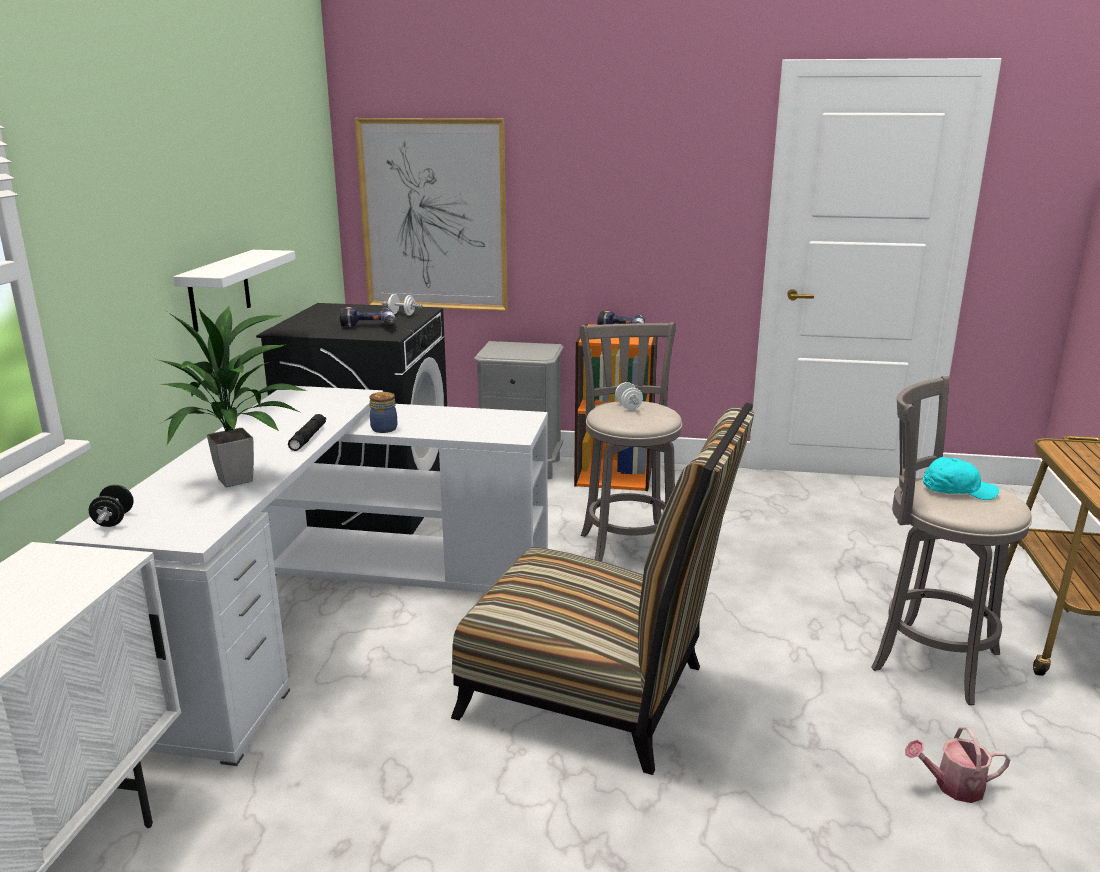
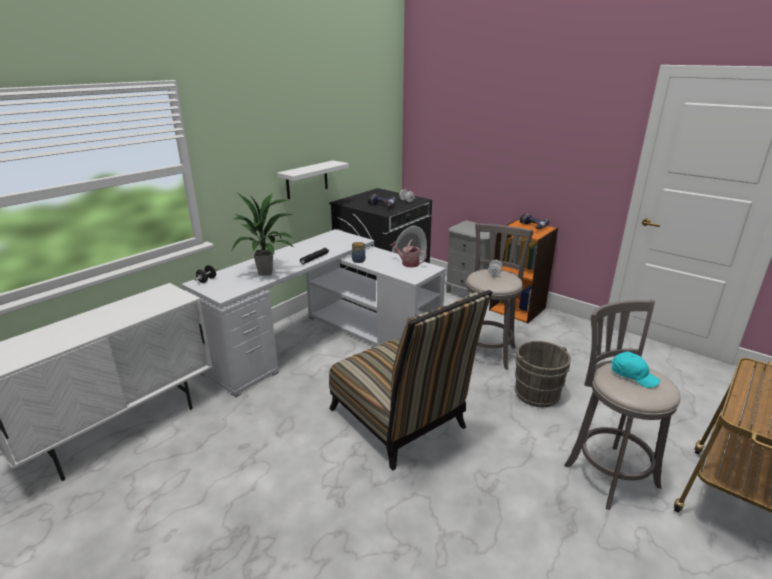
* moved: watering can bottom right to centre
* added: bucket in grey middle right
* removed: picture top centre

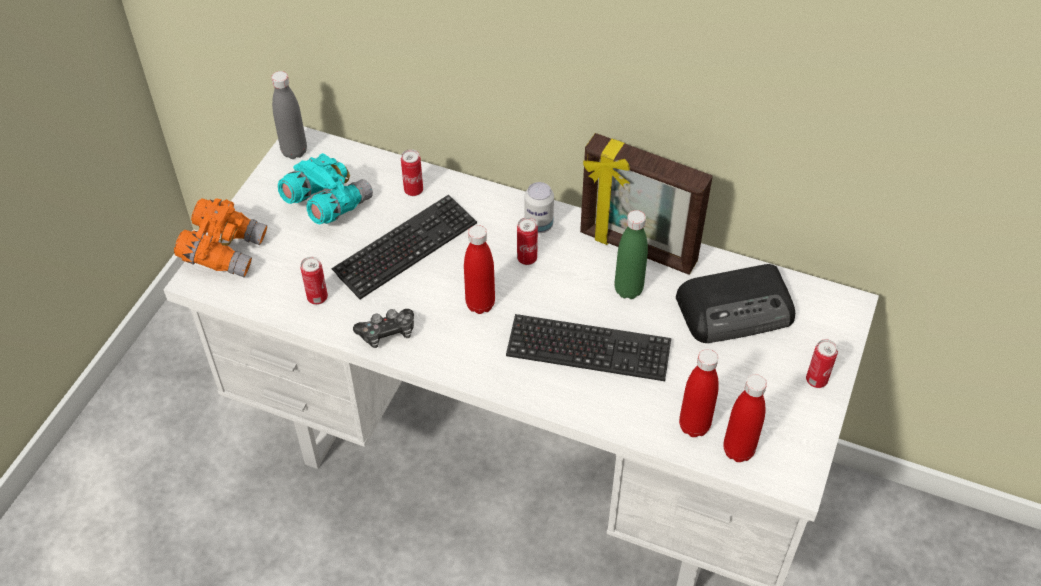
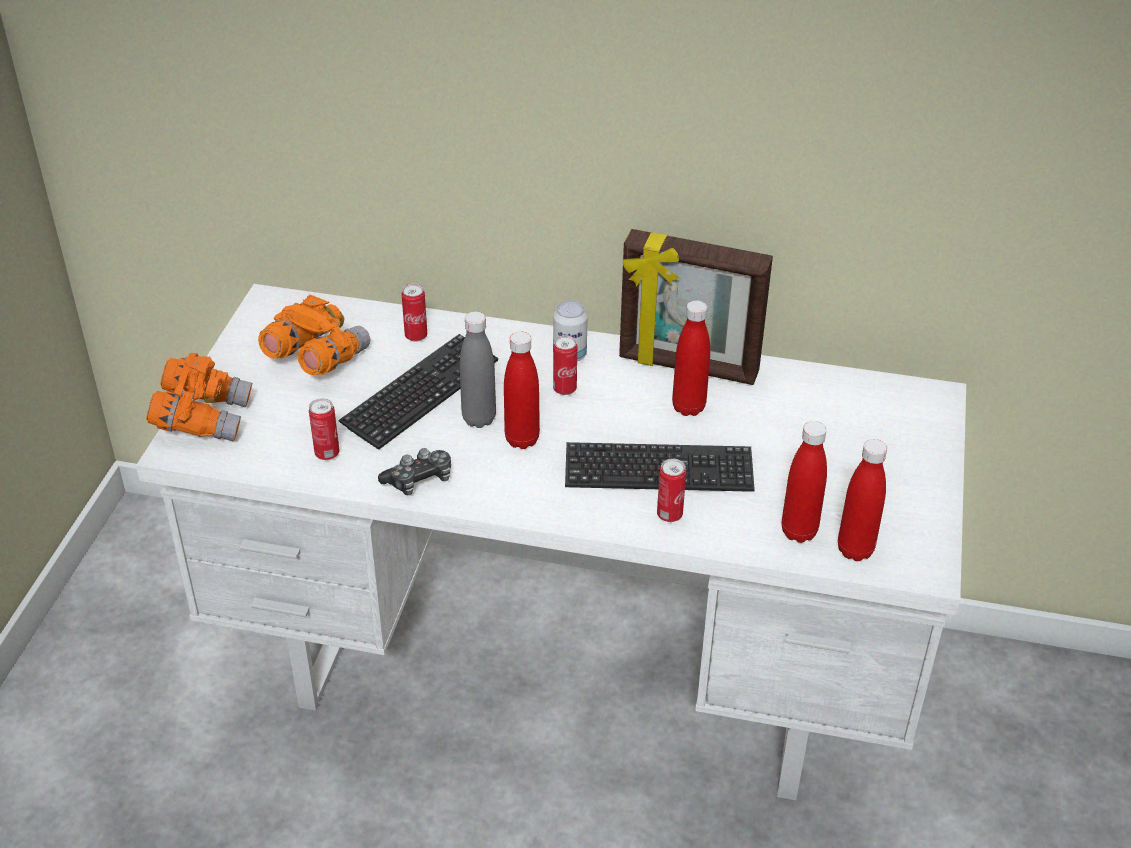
* recoloured: binoculars in turquoise top left to binoculars in orange (2nd from left) middle left
* moved: bottle in grey top left to centre
* moved: can (5th from left) middle right to centre
* recoloured: bottle in green centre to bottle in red (2nd from left) centre
* removed: radio middle right

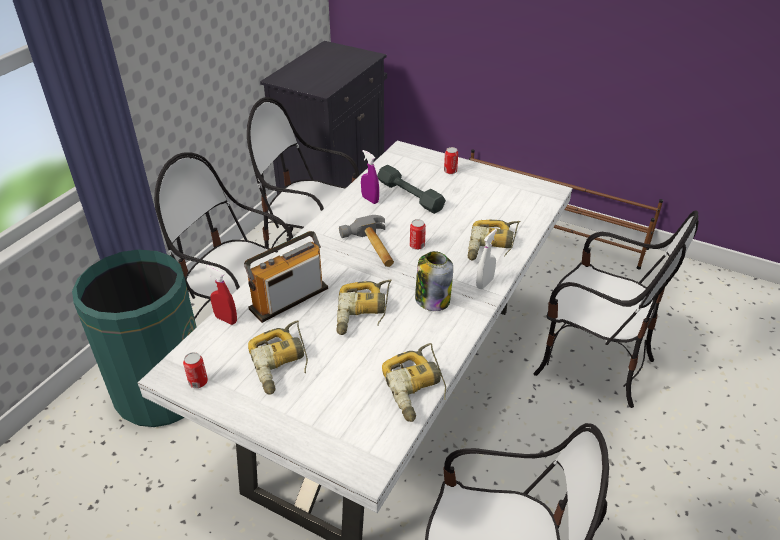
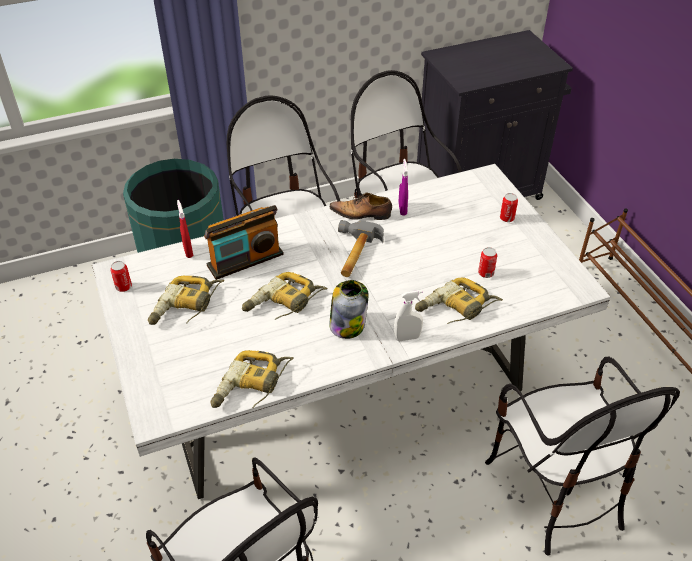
* turned: radio centre = centre 150 degrees clockwise
* added: shoe centre
* moved: can (2nd from left) centre to middle right
* removed: dumbbell in grey centre

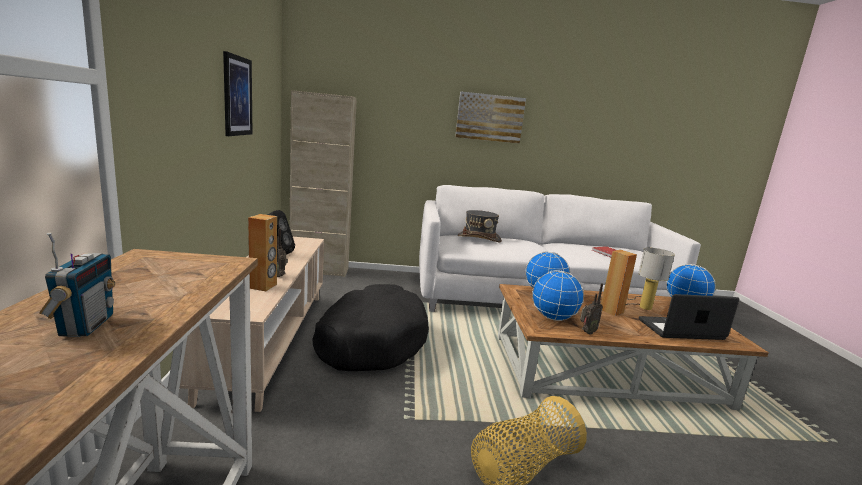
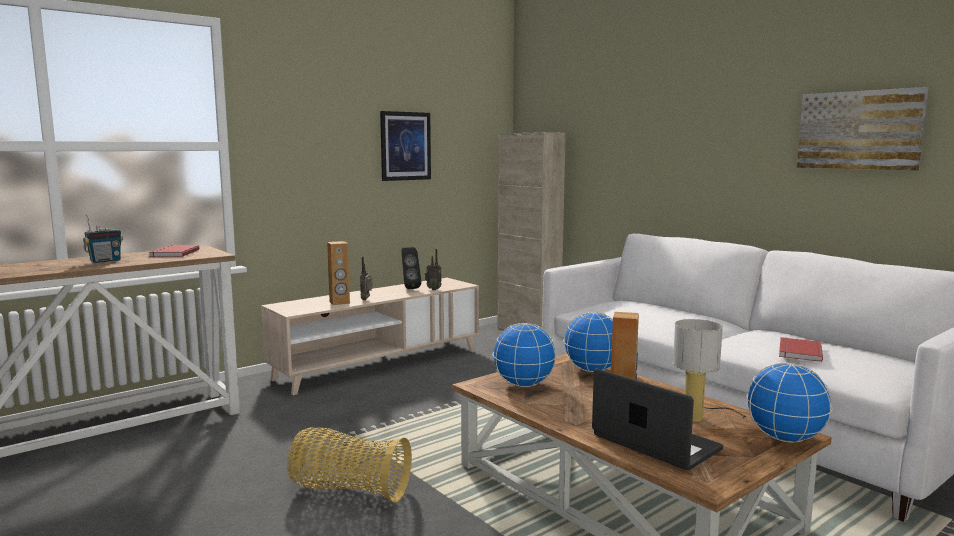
* added: book in red (1st from left) middle left
* moved: radio (3rd from left) middle right to centre
* moved: picture (2nd from left) top centre to top right
* removed: dog bed in black bottom centre
* removed: hat in grey centre

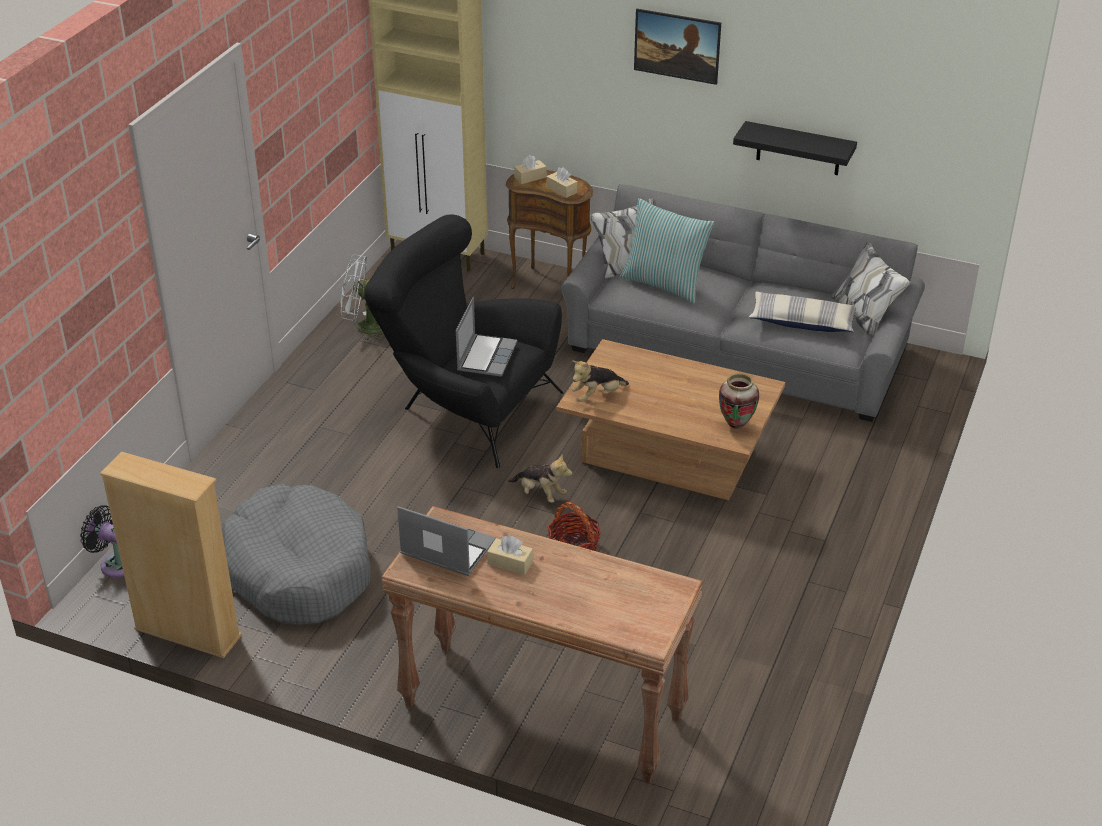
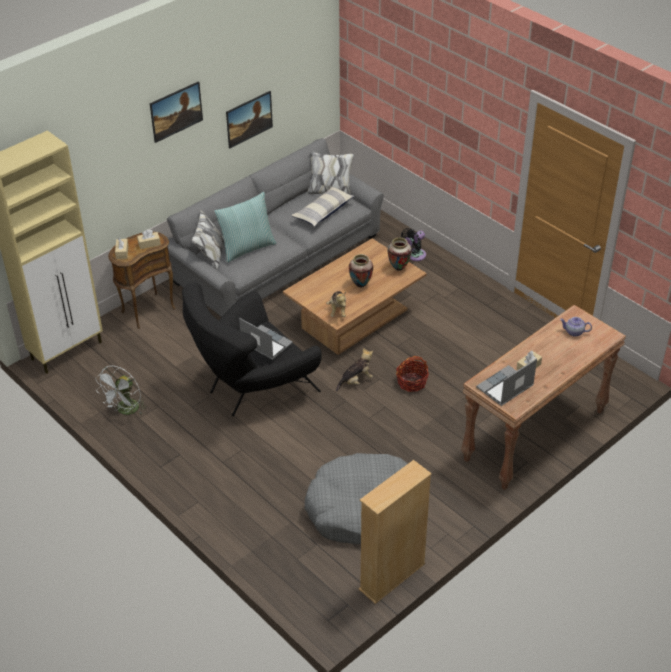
* replaced: shelf in black top right to picture (2nd from left) top centre
* added: vase (1st from left) centre
* moved: fan in black middle left to centre
* added: teapot middle right

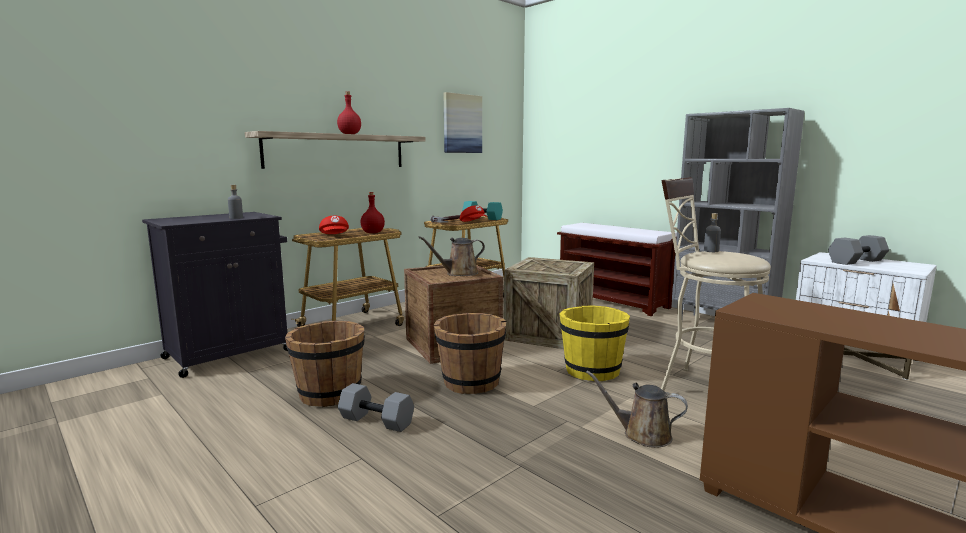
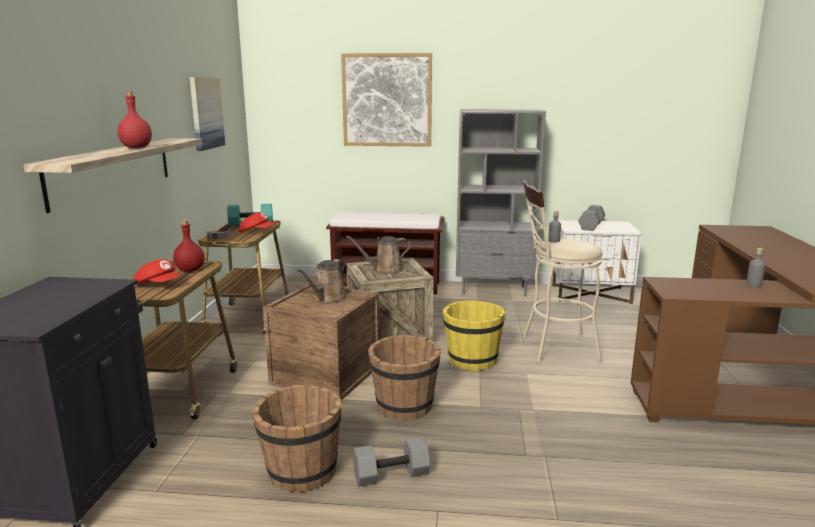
* added: picture (2nd from left) top centre
* moved: watering can in brown (2nd from left) bottom centre to centre
* moved: bottle in grey (1st from left in the first image) middle left to bottle in grey (2nd from left) middle right

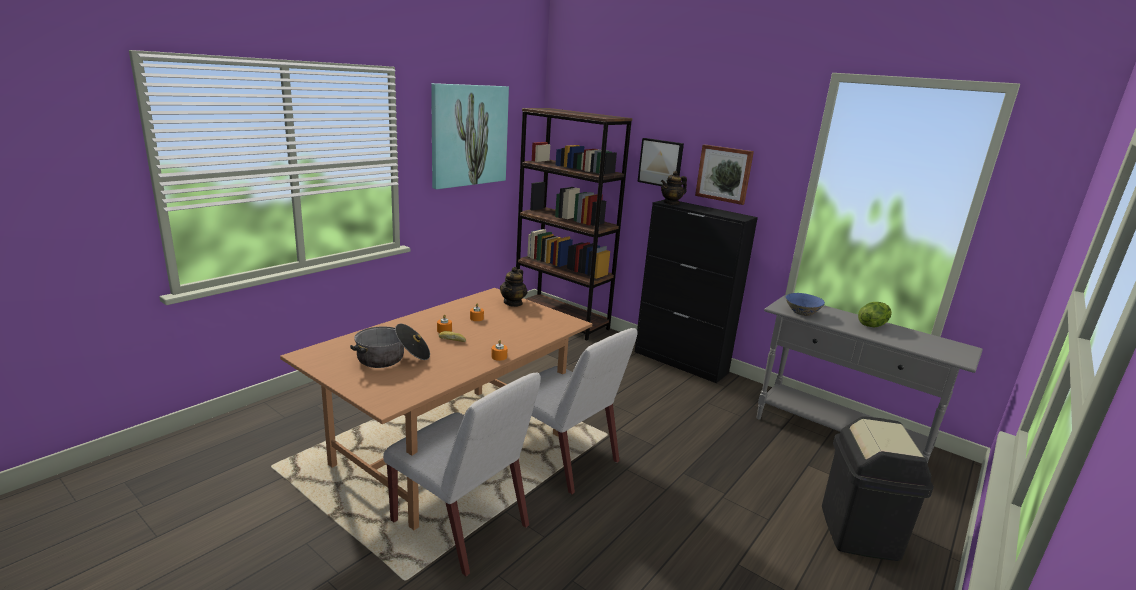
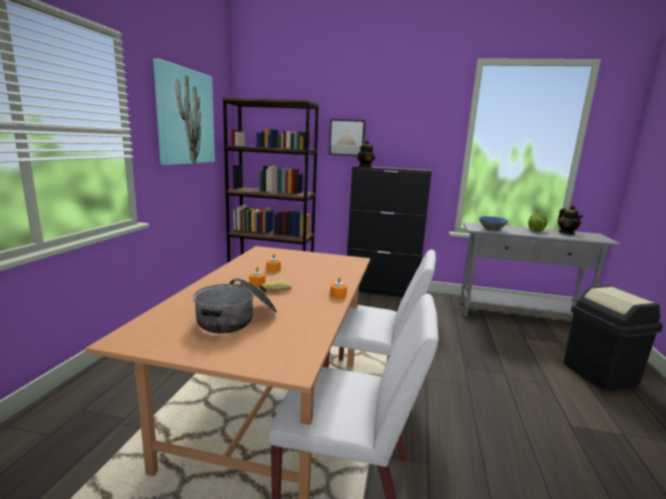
* moved: teapot (1st from left in the first image) centre to teapot (2nd from left) middle right
* removed: picture (3rd from left) top centre

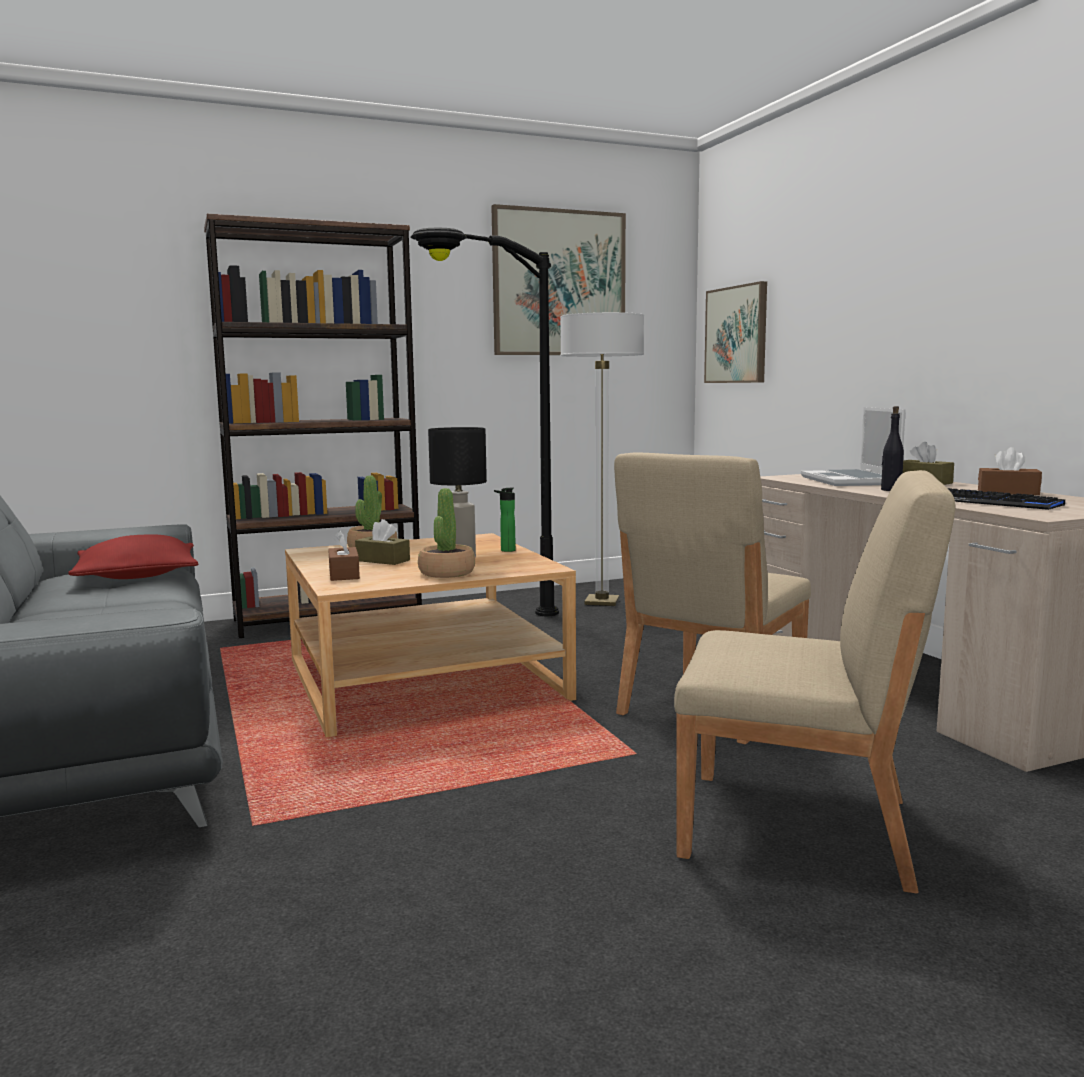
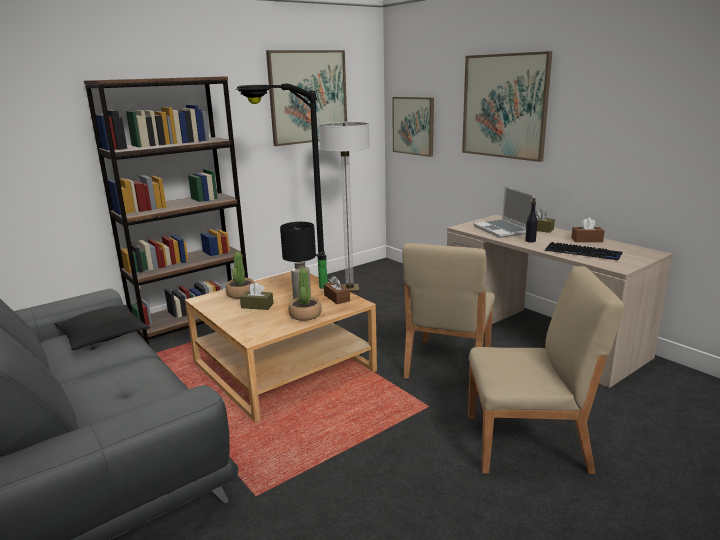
* recoloured: pillow in red middle left to pillow in black middle left
* moved: tissue box in brown (1st from left in the first image) middle left to tissue box in brown (2nd from left) centre
* added: picture (3rd from left) top right

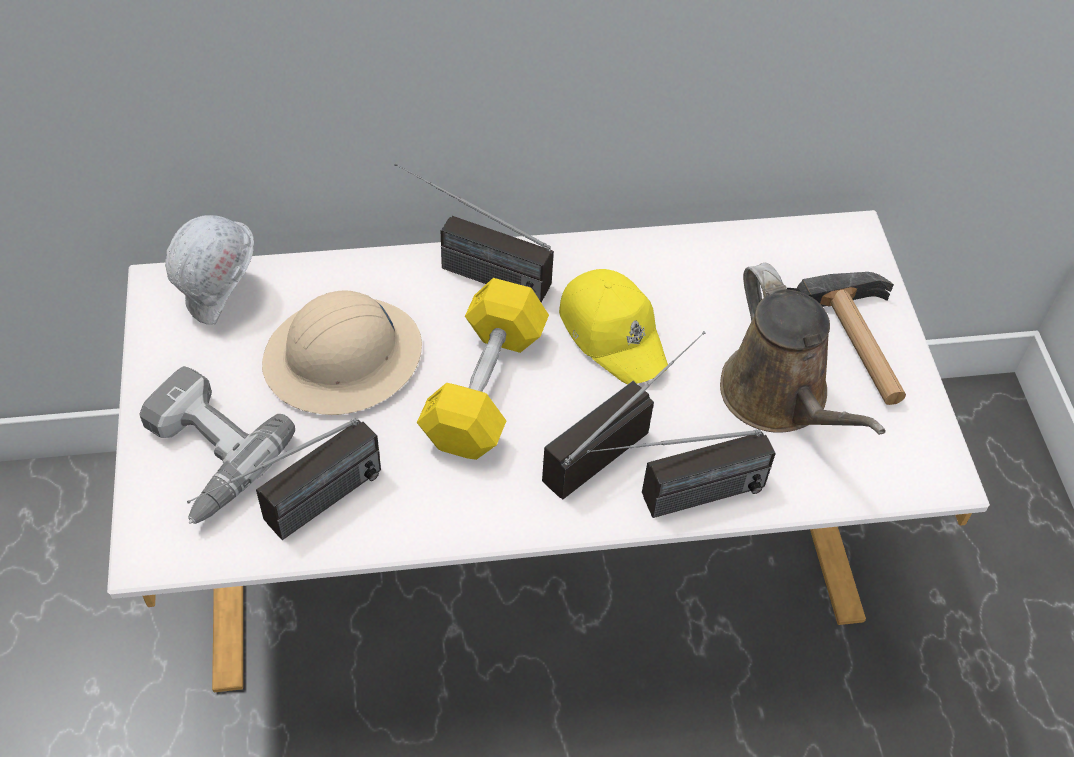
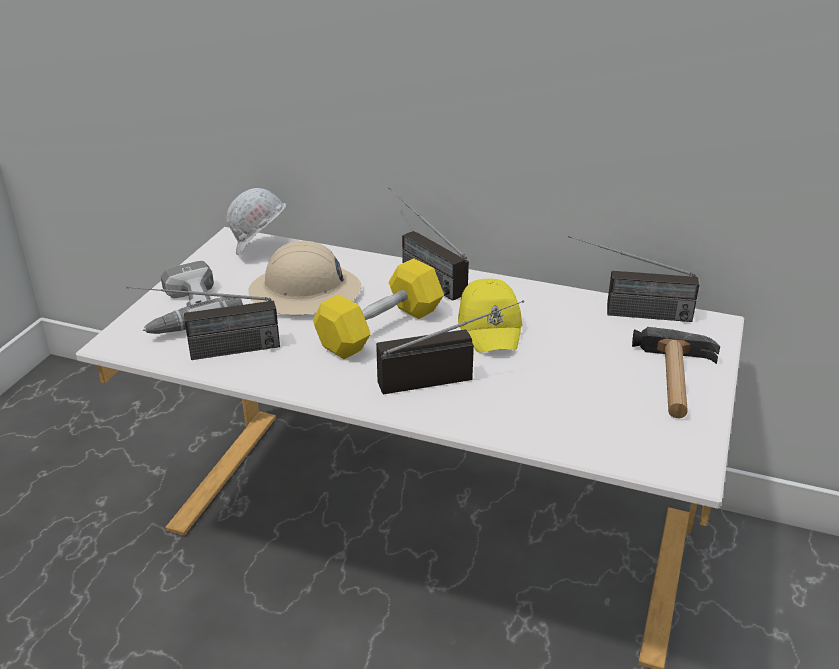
* moved: radio (4th from left) centre to middle right
* removed: watering can in brown middle right

